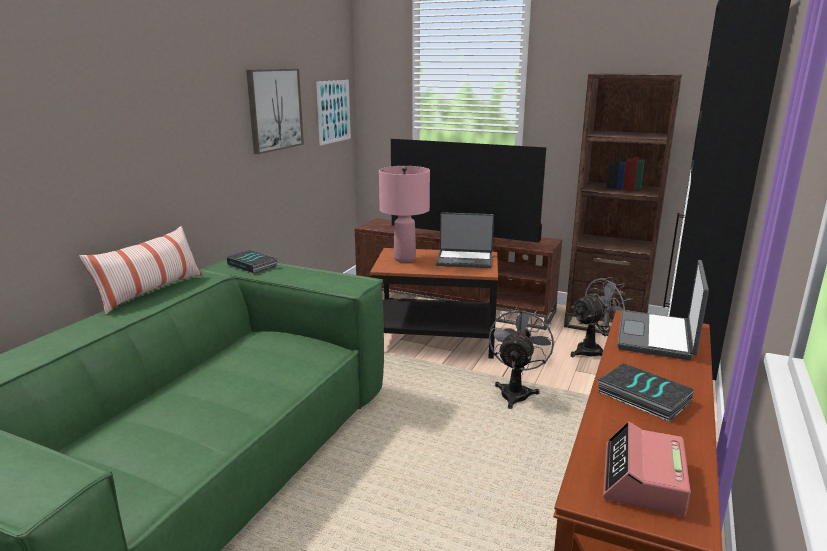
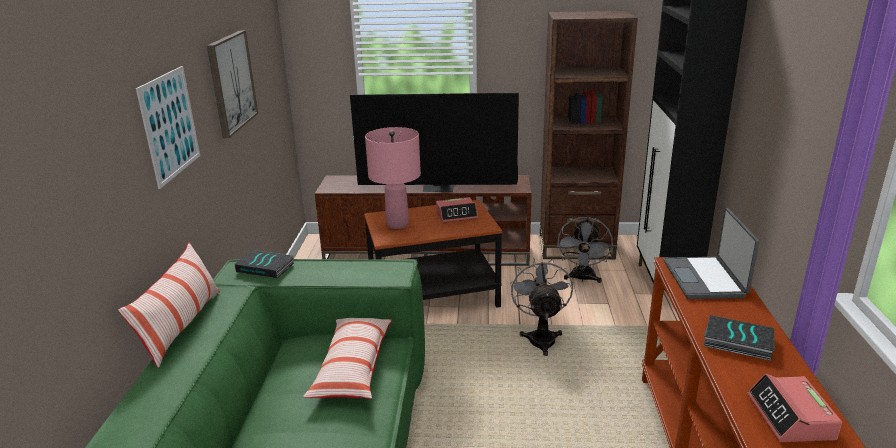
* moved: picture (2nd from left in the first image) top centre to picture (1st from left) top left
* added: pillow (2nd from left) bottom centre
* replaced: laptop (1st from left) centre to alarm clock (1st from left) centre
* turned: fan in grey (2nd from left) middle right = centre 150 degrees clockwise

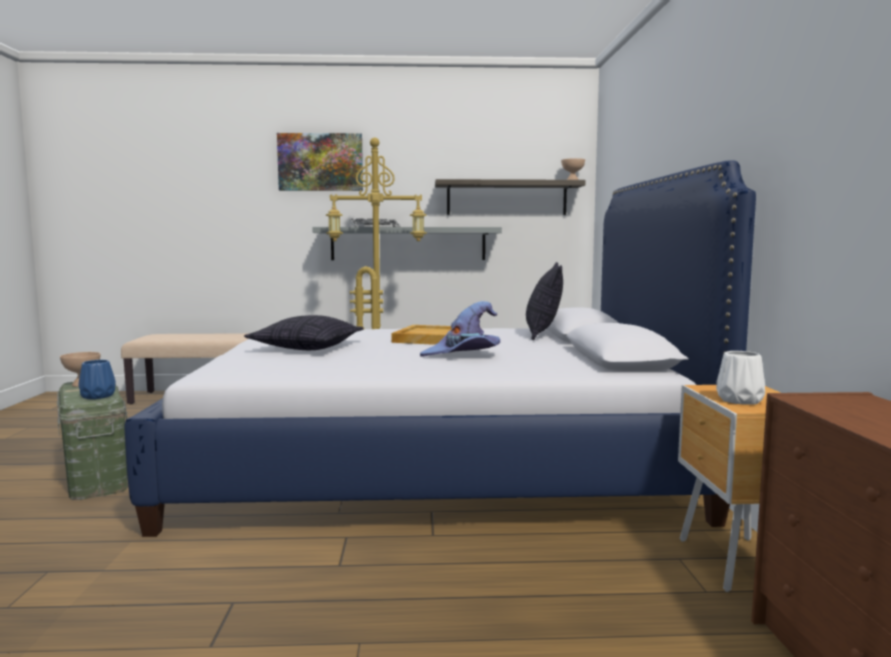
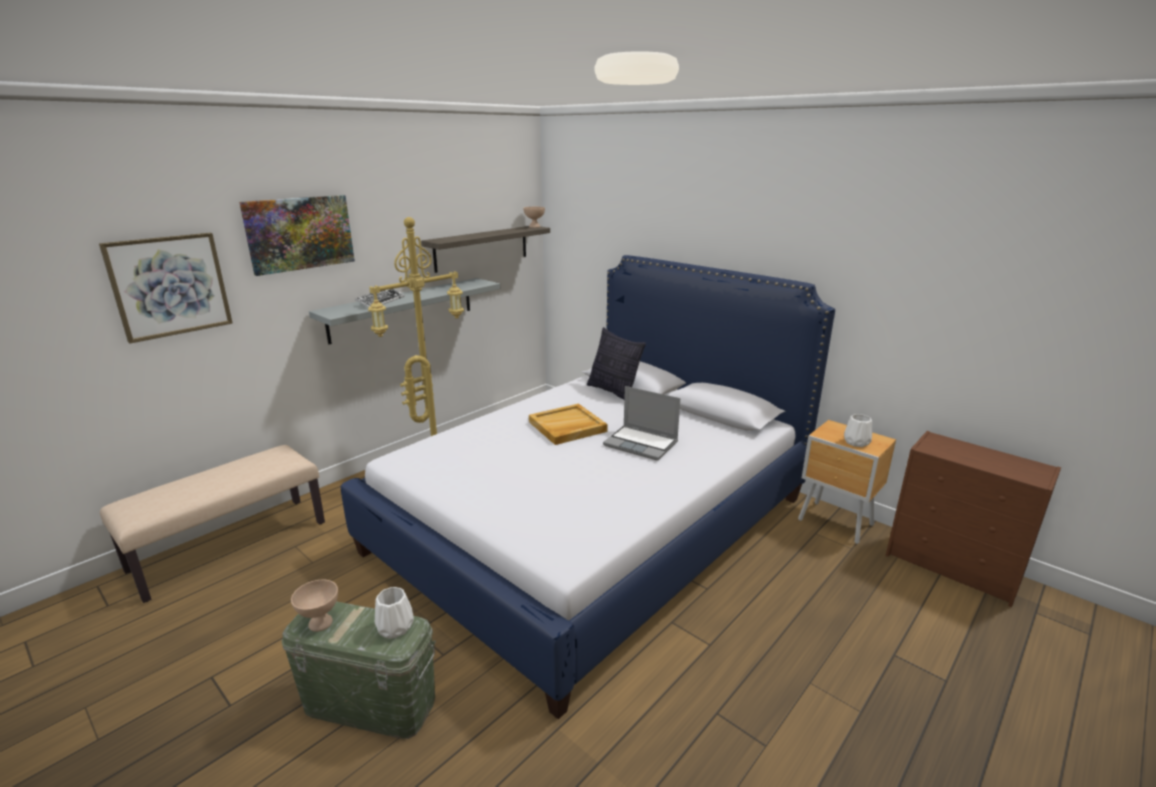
* added: picture (1st from left) middle left
* recoloured: vase in blue middle left to vase in white (1st from left) bottom centre
* replaced: hat in purple centre to laptop centre
* removed: pillow (1st from left) centre

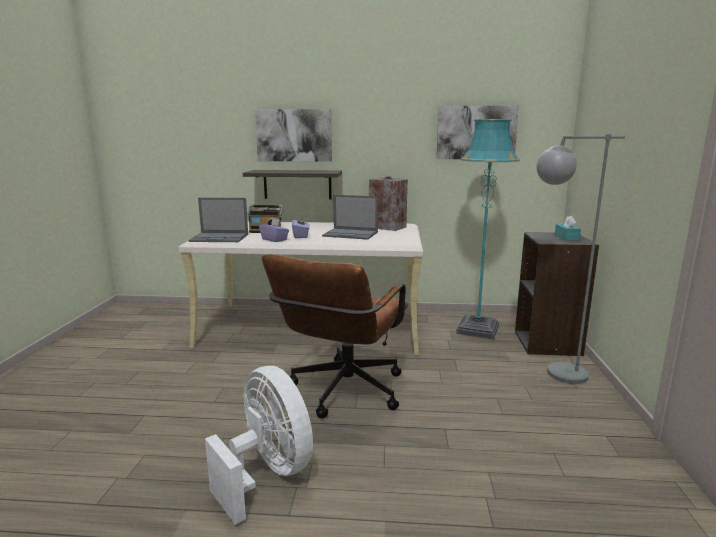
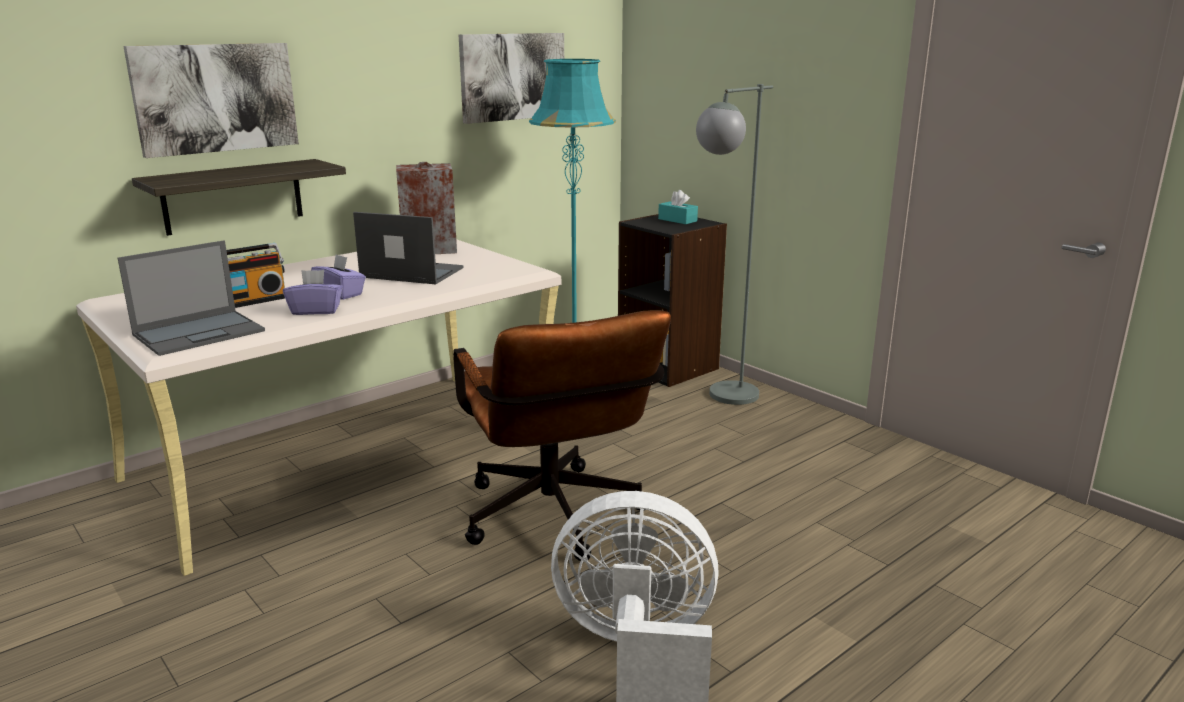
* turned: laptop (2nd from left) centre = centre 135 degrees counterclockwise

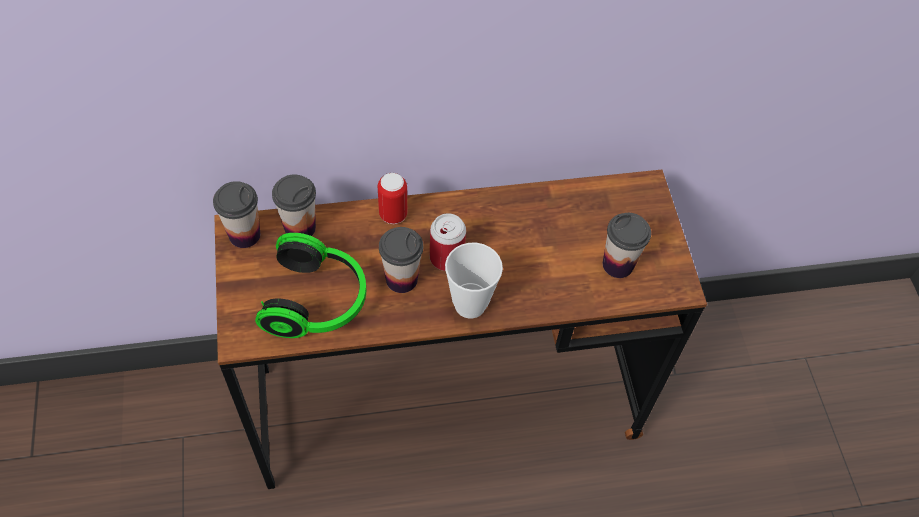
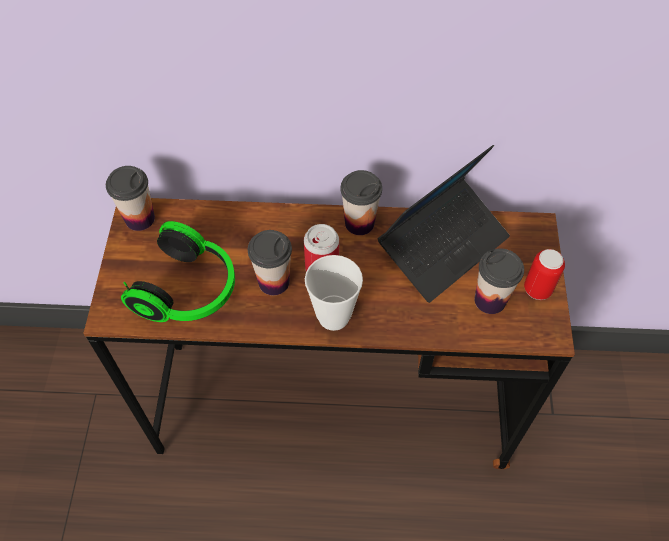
* moved: cup (2nd from left in the first image) middle left to cup (4th from left) centre
* added: laptop centre
* moved: can (1st from left in the first image) centre to can (2nd from left) middle right

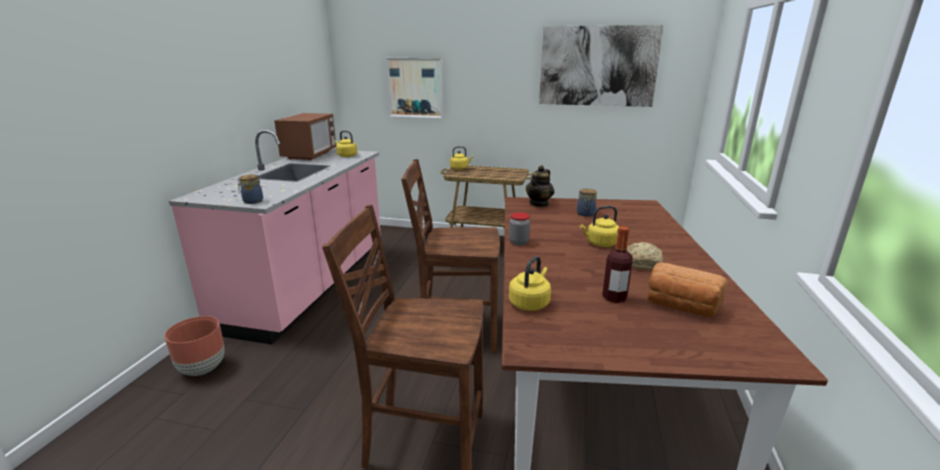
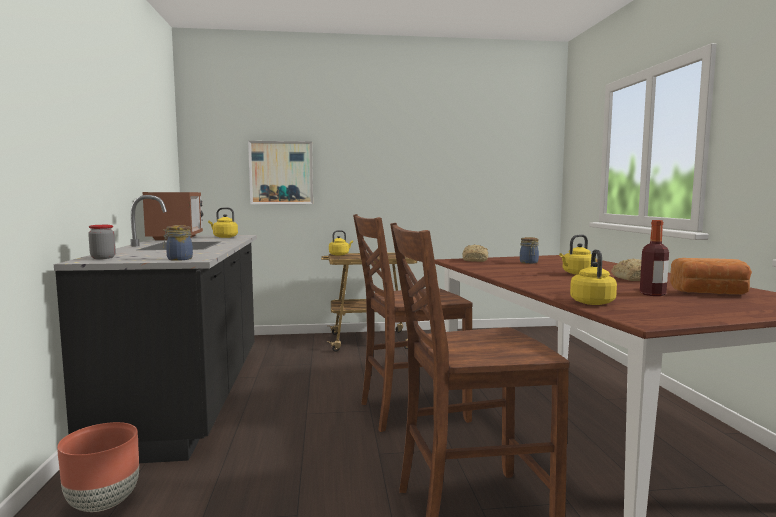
* recoloured: counter in pink middle left to counter in black middle left
* moved: jar (2nd from left in the first image) centre to jar (1st from left) middle left
* replaced: teapot centre to bread (1st from left) centre
* removed: picture (2nd from left) top centre

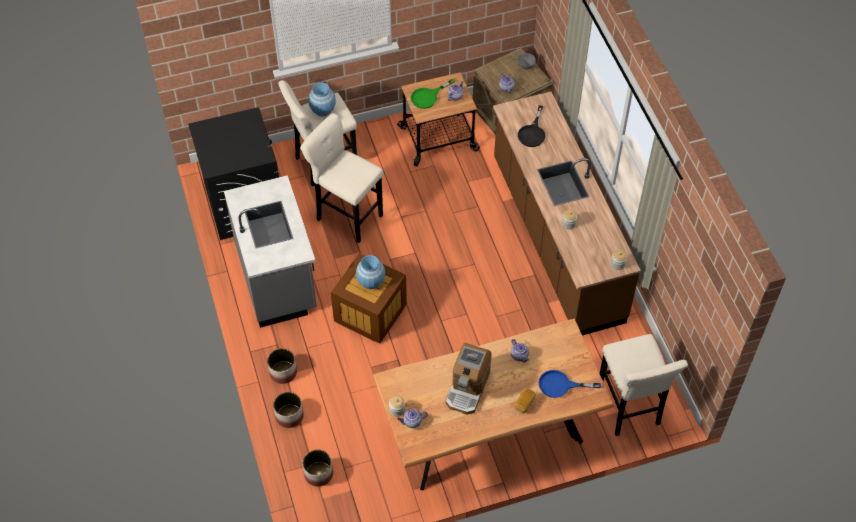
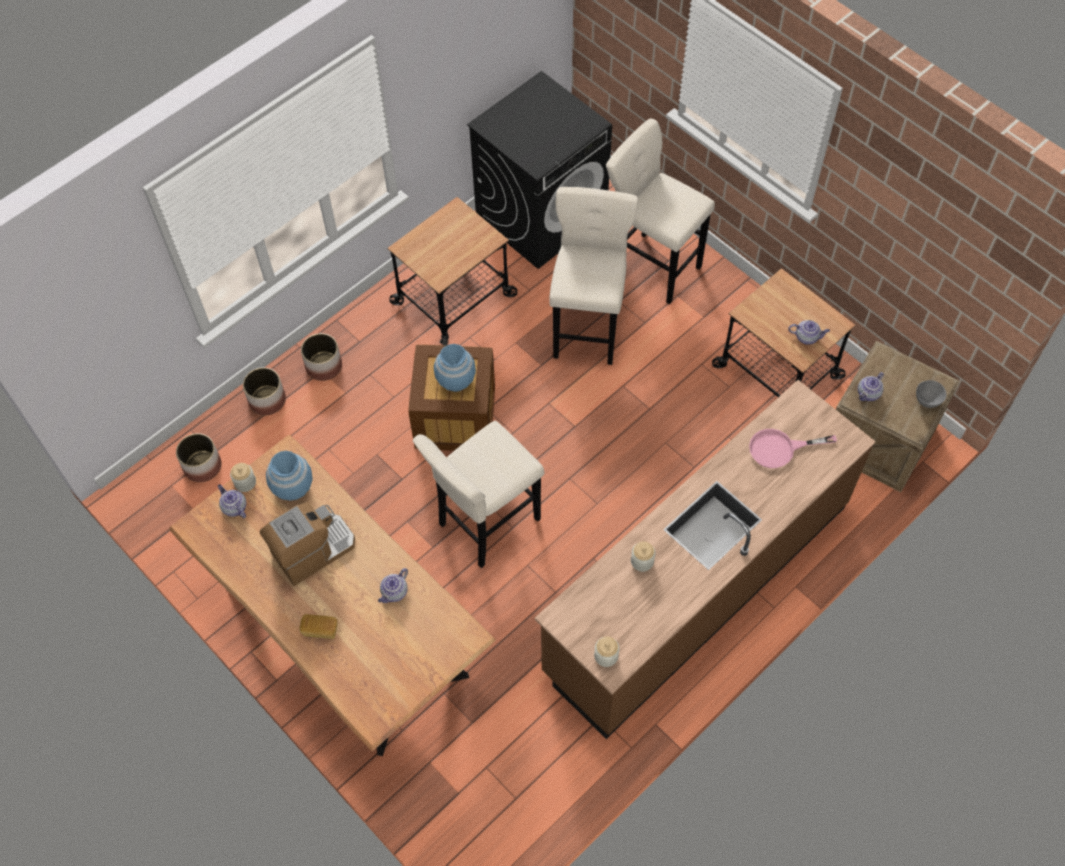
* turned: coffee machine bottom centre = middle left 150 degrees clockwise
* moved: vase in blue (1st from left) top centre to middle left
* replaced: counter in grey middle left to cart (1st from left) top centre
* moved: stool in beige (3rd from left in the first image) bottom right to stool in beige (1st from left) centre
* recoloured: frying pan in black top centre to frying pan in pink middle right
* removed: frying pan in green top centre
* removed: frying pan in blue bottom centre

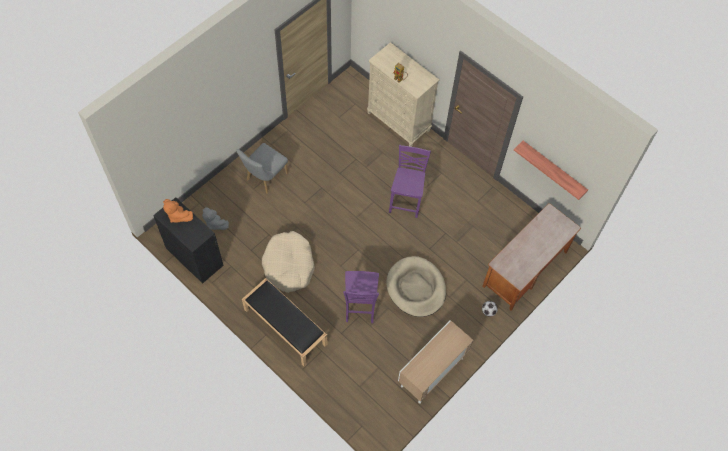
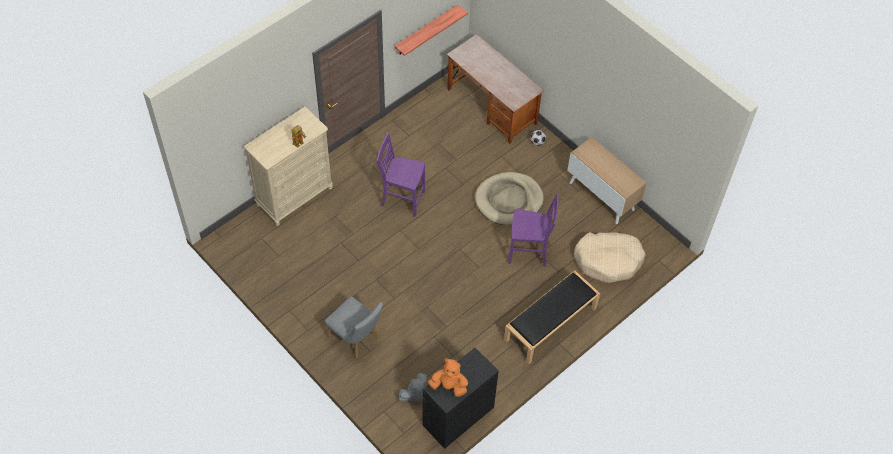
* turned: plush toy in orange middle left = bottom centre 120 degrees counterclockwise
* moved: dog bed in beige (1st from left in the first image) centre to dog bed in beige (2nd from left) middle right

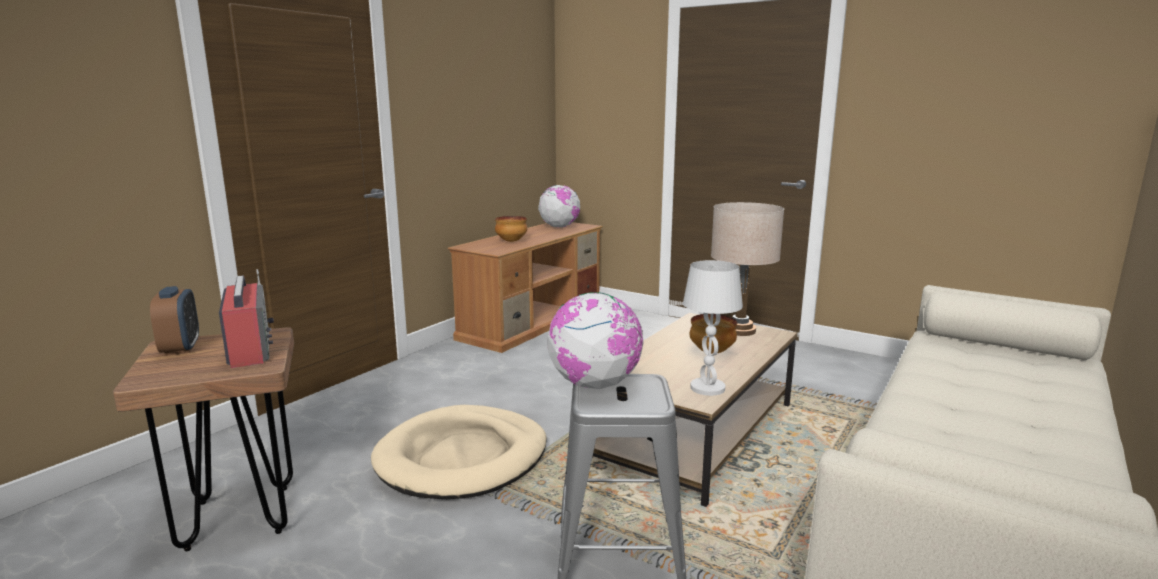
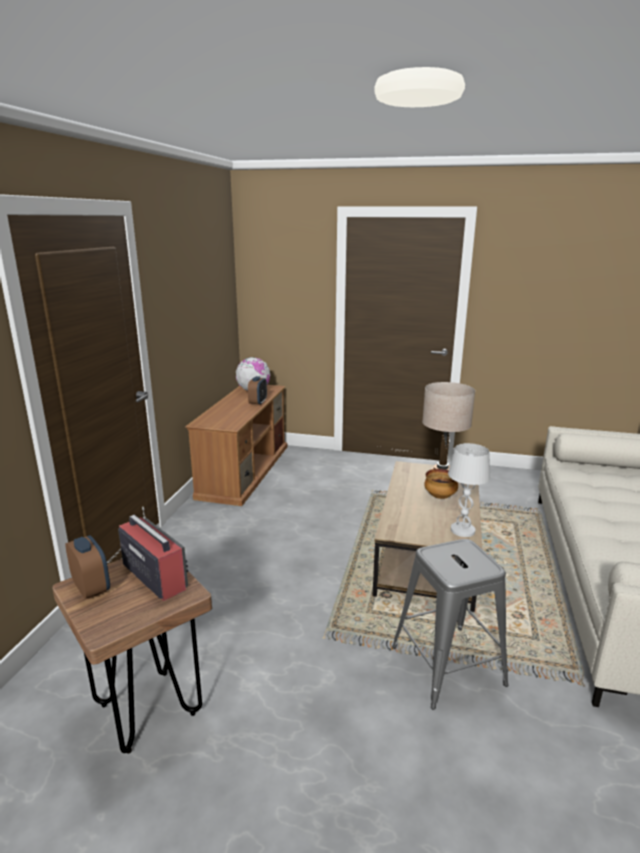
* added: alarm clock (2nd from left) centre
* removed: dog bed in beige bottom centre
* removed: bowl (1st from left) centre
* removed: globe (2nd from left) centre

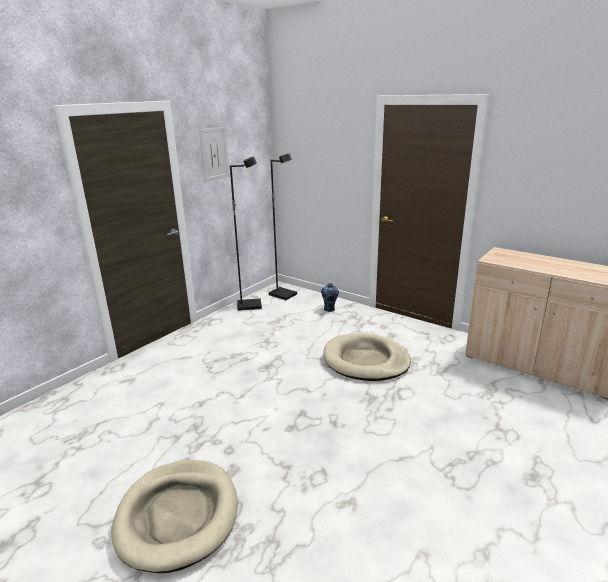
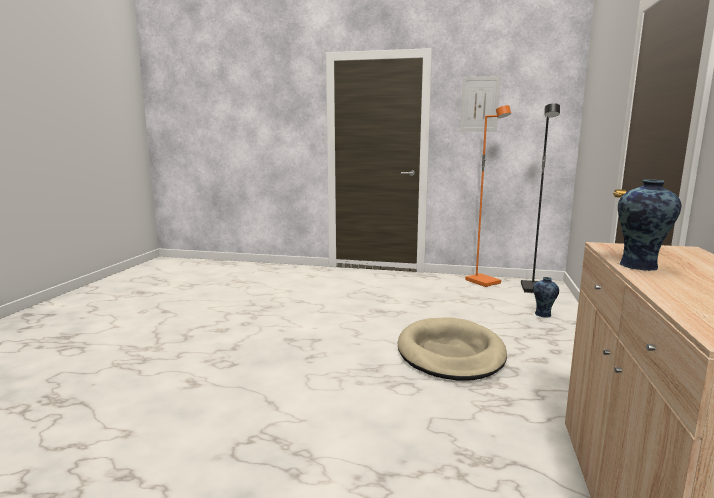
* recoloured: floor lamp in black (1st from left) centre to floor lamp in orange middle right
* added: vase (2nd from left) middle right
* removed: dog bed in beige (1st from left) bottom left

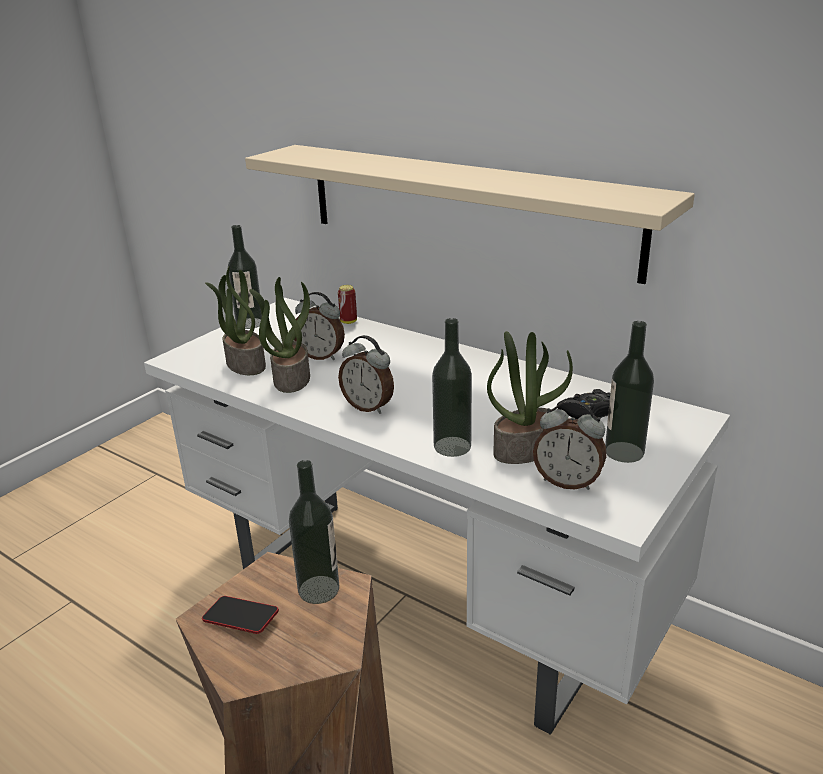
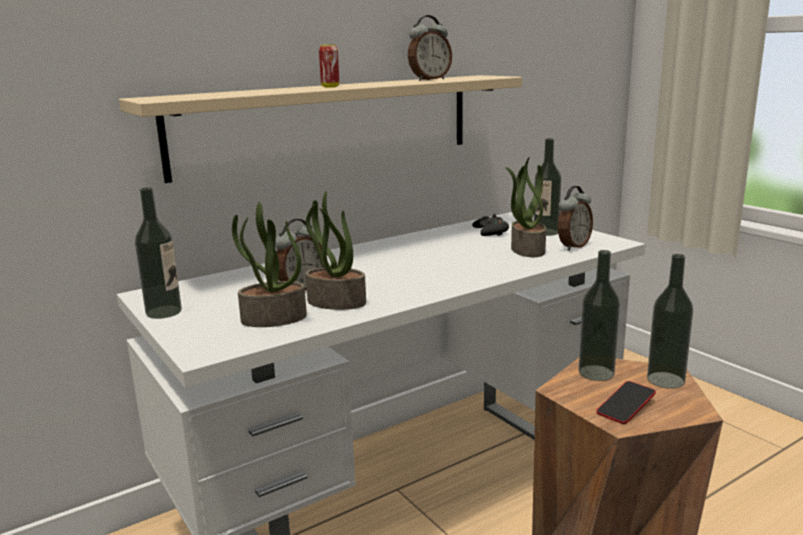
* moved: can centre to top centre
* moved: alarm clock (2nd from left) centre to top centre
* moved: bottle (3rd from left in the first image) centre to bottle (4th from left) middle right

